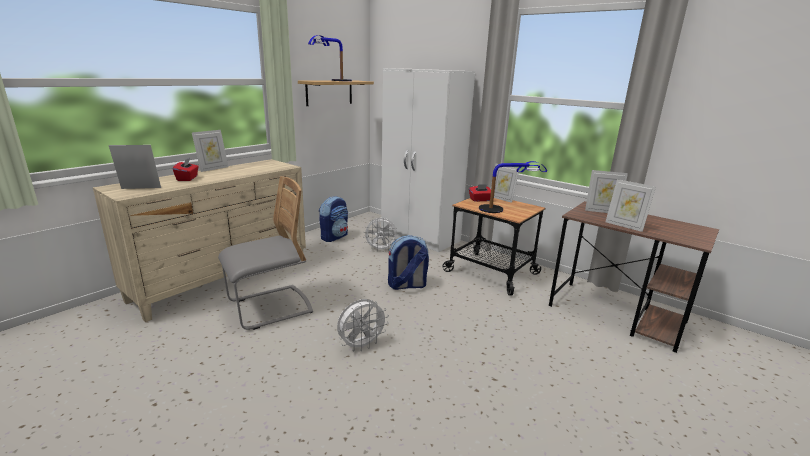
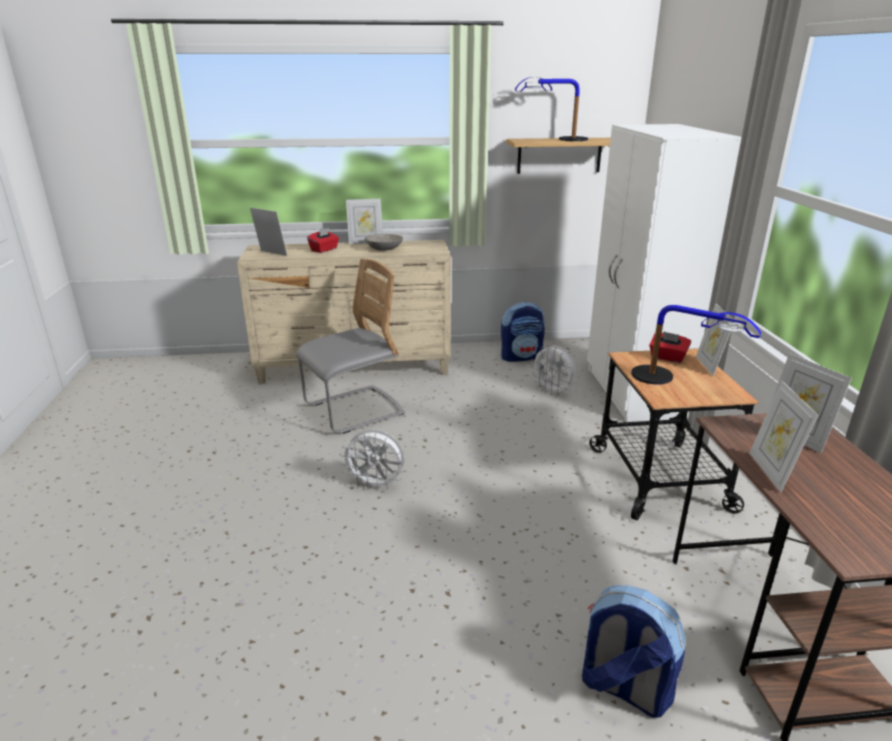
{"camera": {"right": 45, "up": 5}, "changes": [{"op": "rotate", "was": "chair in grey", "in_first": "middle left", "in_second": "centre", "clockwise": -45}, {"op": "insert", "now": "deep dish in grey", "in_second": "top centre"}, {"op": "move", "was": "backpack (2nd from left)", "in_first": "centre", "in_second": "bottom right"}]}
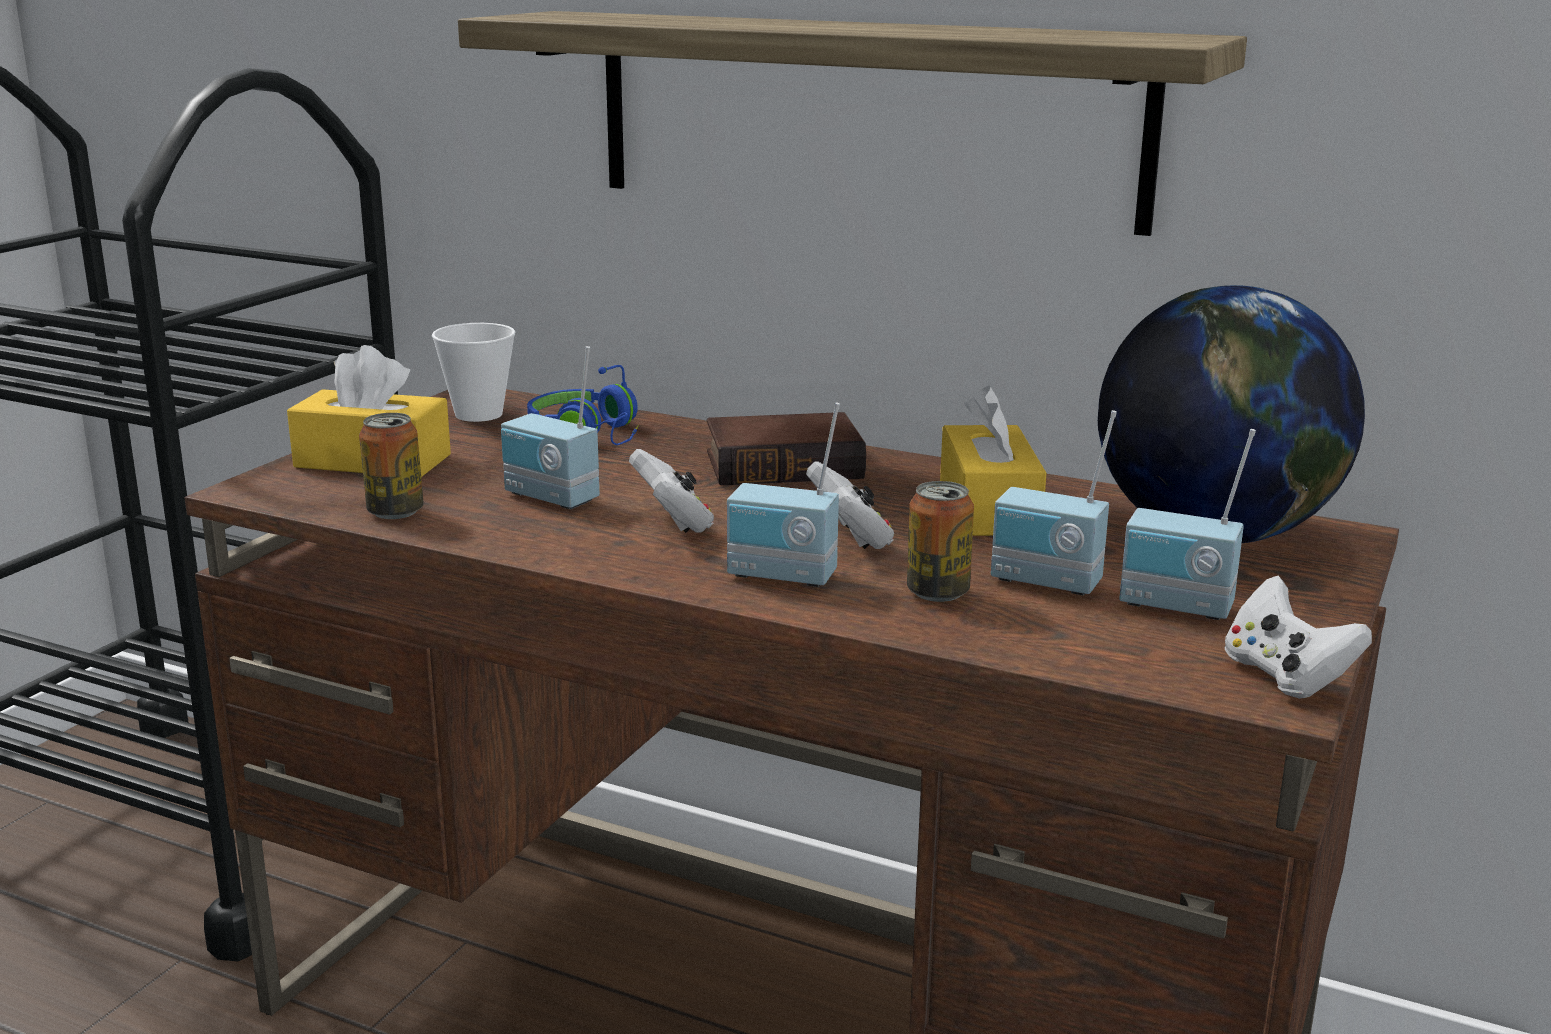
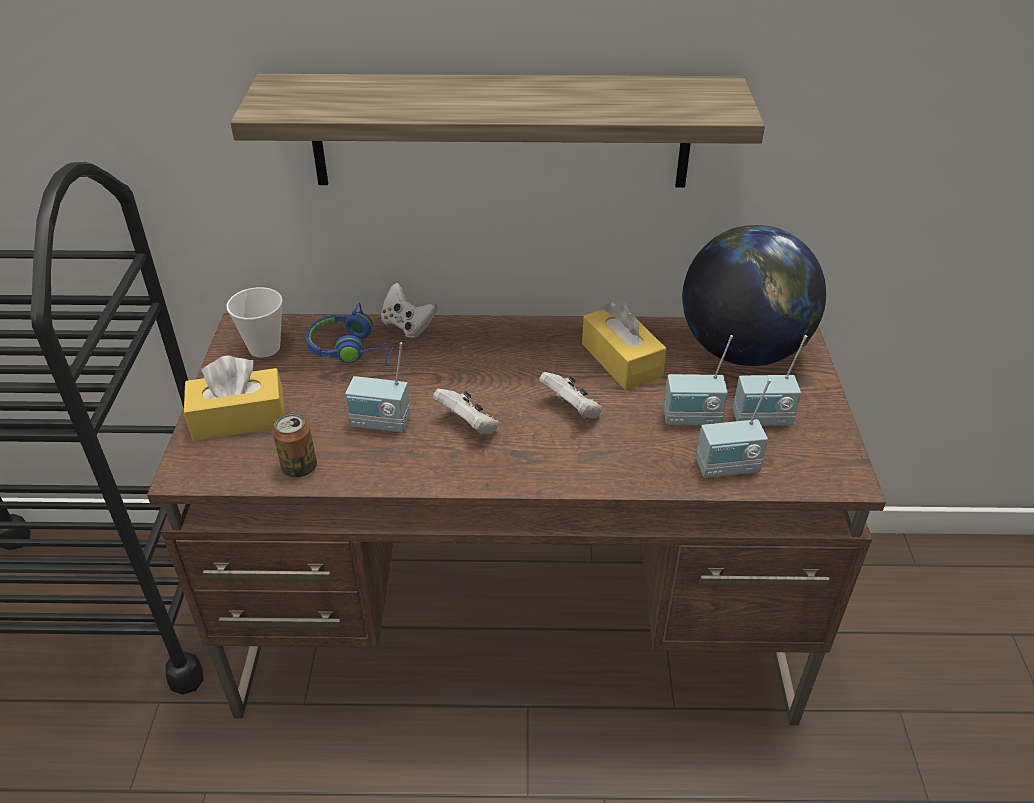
{"camera": {"right": -25, "up": 20}, "changes": [{"op": "move", "was": "joypad in white-coloured (3rd from left in the first image)", "now": "joypad in white-coloured (1st from left)", "in_first": "middle right", "in_second": "centre"}, {"op": "move", "was": "radio (2nd from left in the first image)", "now": "radio (3rd from left)", "in_first": "centre", "in_second": "middle right"}, {"op": "delete", "was": "bound book", "in_first": "centre"}, {"op": "delete", "was": "sealed can (2nd from left)", "in_first": "centre"}]}
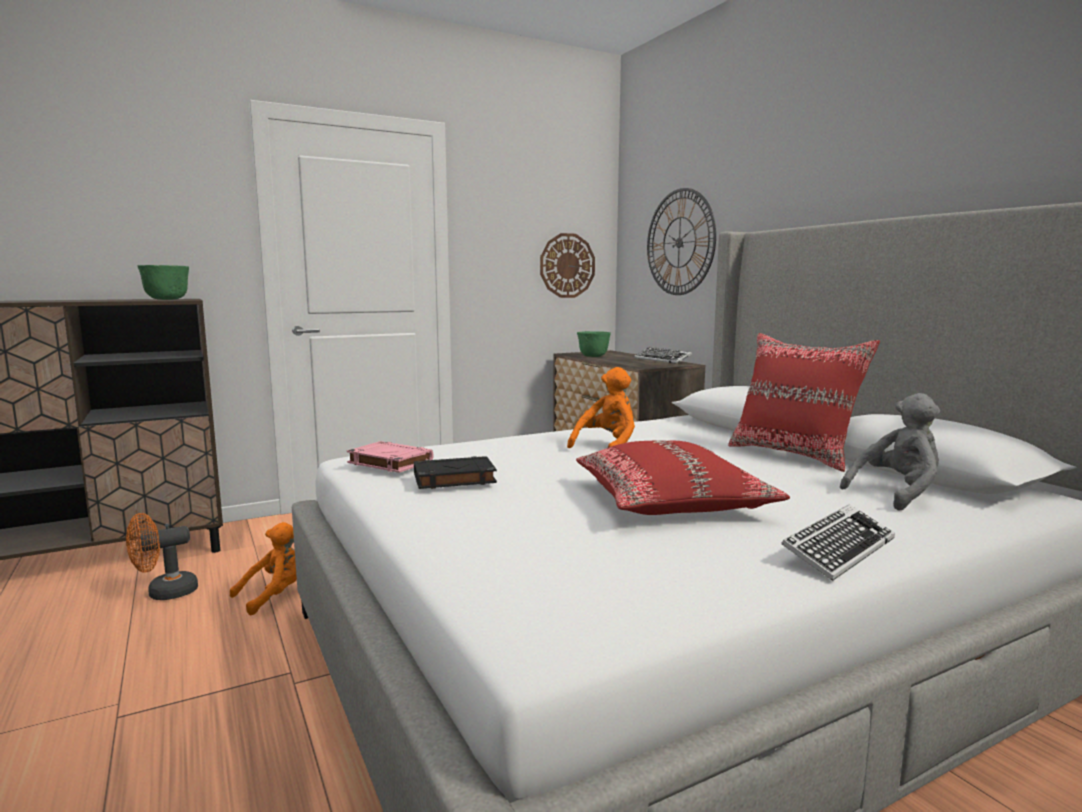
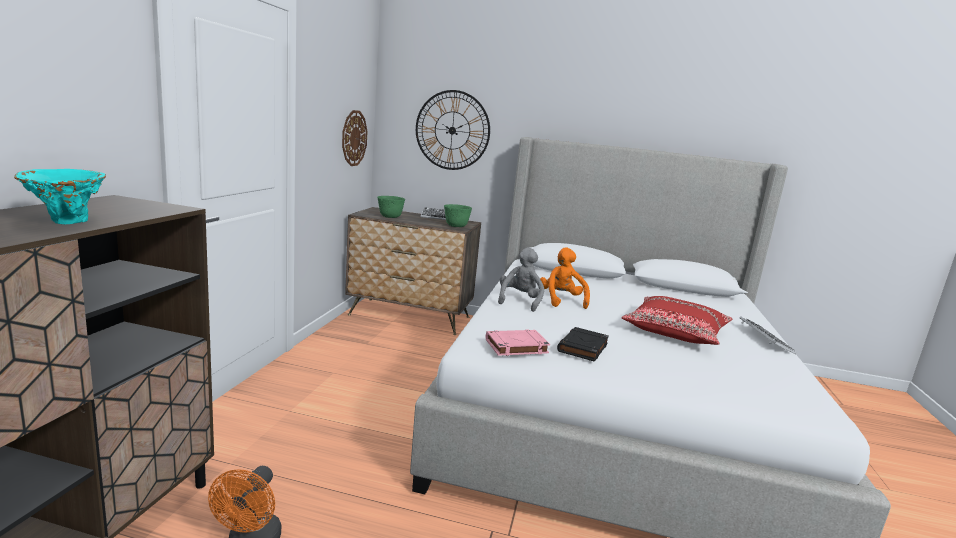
{"camera": {"right": -50, "up": 5}, "changes": [{"op": "insert", "now": "vase in blue-green", "in_second": "middle left"}, {"op": "move", "was": "deep dish in green (1st from left in the first image)", "now": "deep dish in green (2nd from left)", "in_first": "middle left", "in_second": "centre"}, {"op": "move", "was": "plush toy in grey", "in_first": "middle right", "in_second": "centre"}, {"op": "delete", "was": "plush toy in orange-coloured (1st from left)", "in_first": "bottom left"}, {"op": "delete", "was": "cushion in reddish (2nd from left)", "in_first": "middle right"}]}
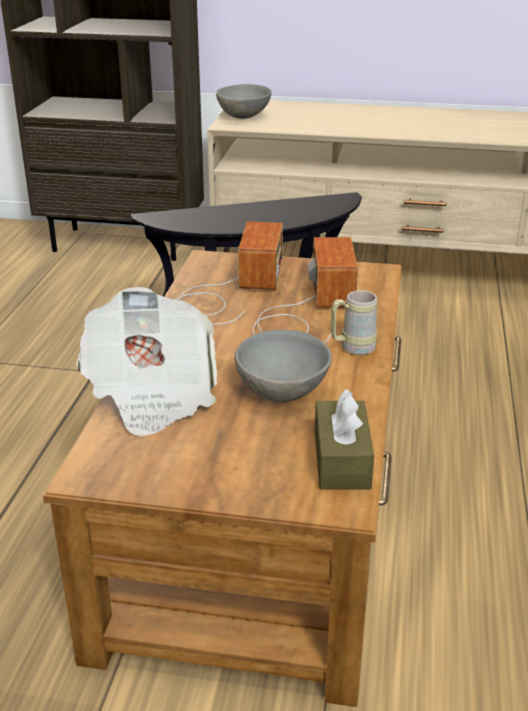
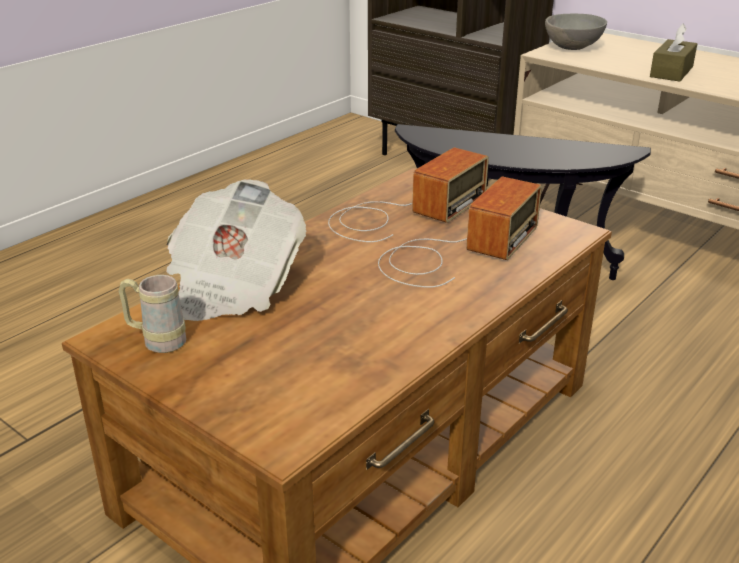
{"camera": {"right": 30, "up": 0}, "changes": [{"op": "move", "was": "coffee mug in sand-coloured", "in_first": "middle right", "in_second": "middle left"}, {"op": "move", "was": "tissue box in brownish", "in_first": "centre", "in_second": "top right"}, {"op": "delete", "was": "deep dish in grey (2nd from left)", "in_first": "centre"}]}
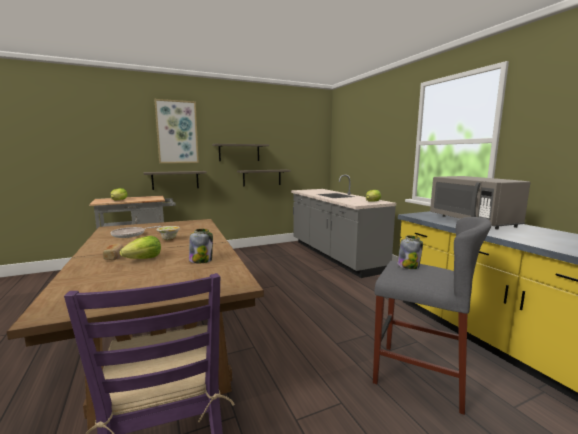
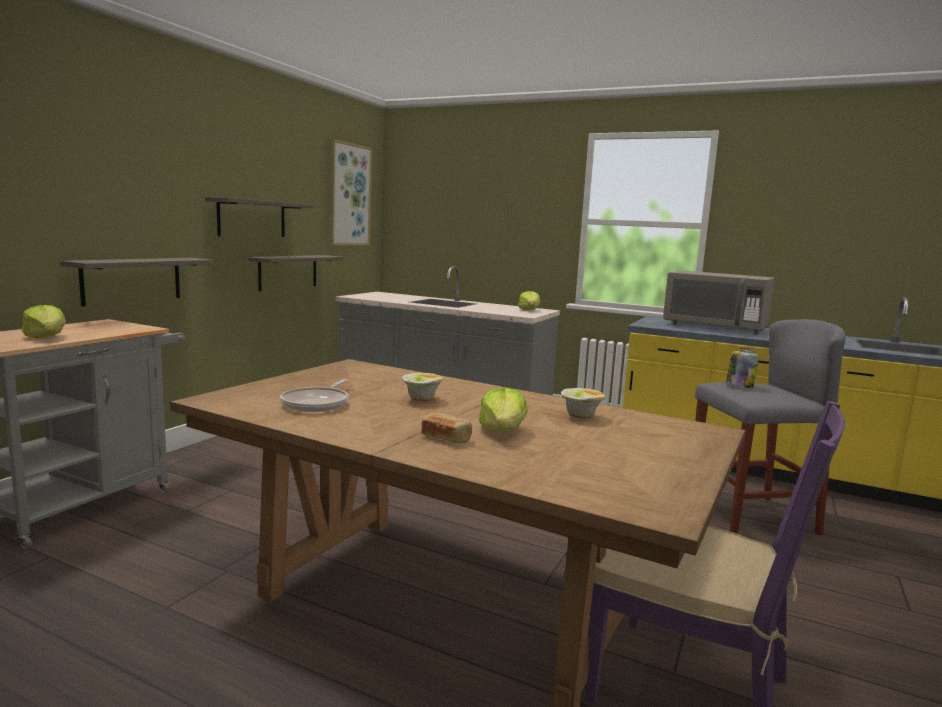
{"camera": {"right": -40, "up": 0}, "changes": [{"op": "move", "was": "picture", "in_first": "top left", "in_second": "top centre"}, {"op": "replace", "was": "storage jar (1st from left)", "now": "deep dish (2nd from left)", "in_first": "centre", "in_second": "centre"}]}
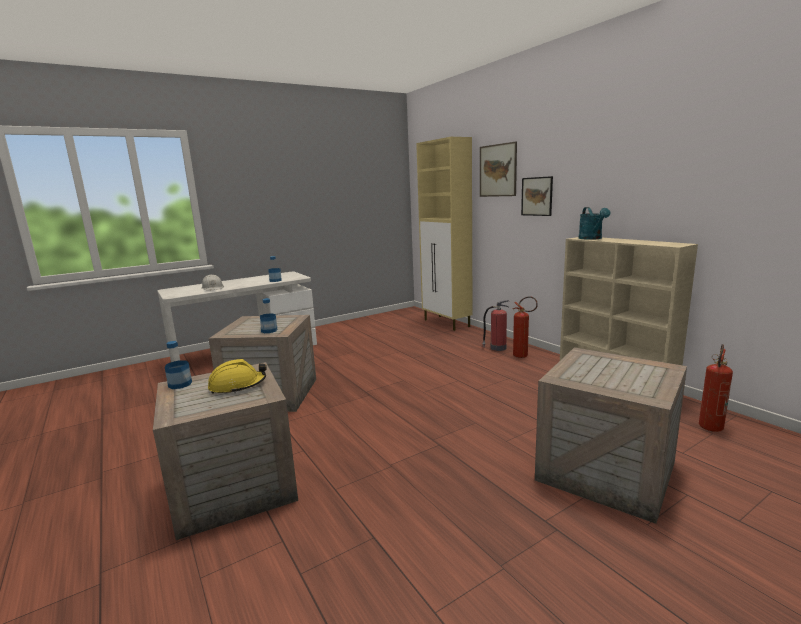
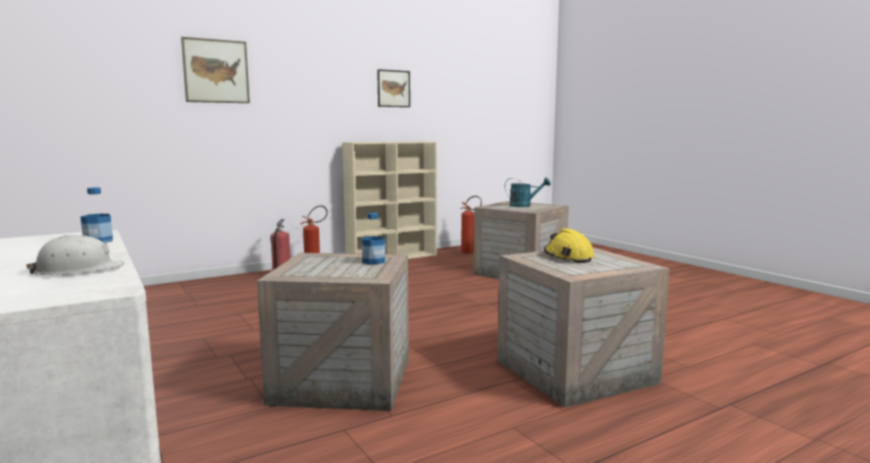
{"camera": {"right": -90, "up": -5}, "changes": [{"op": "move", "was": "picture (2nd from left)", "in_first": "top right", "in_second": "top centre"}, {"op": "move", "was": "watering can in blue-green", "in_first": "middle right", "in_second": "centre"}, {"op": "delete", "was": "beverage bottle (1st from left)", "in_first": "middle left"}, {"op": "delete", "was": "cupboard in sand-coloured", "in_first": "centre"}]}
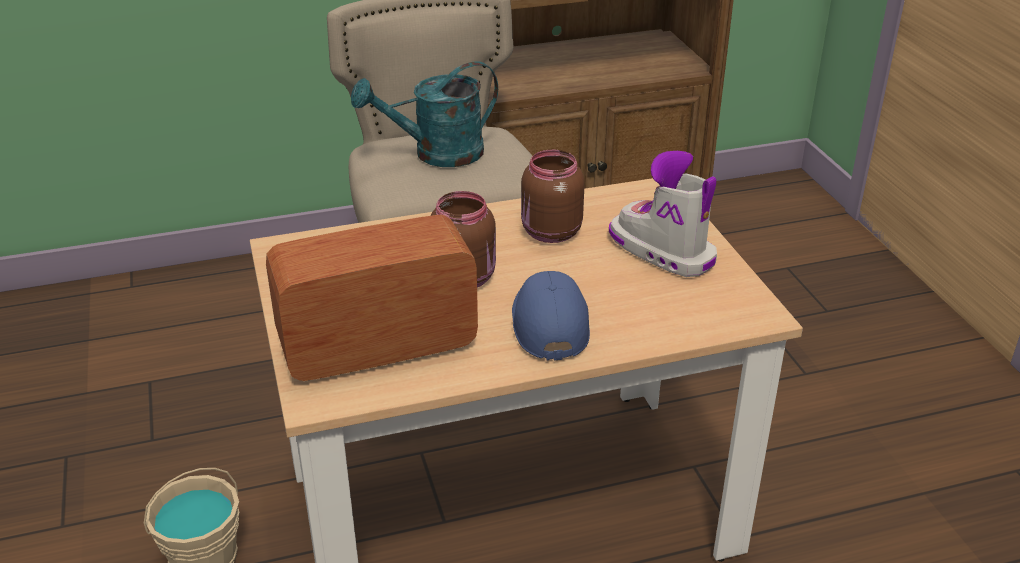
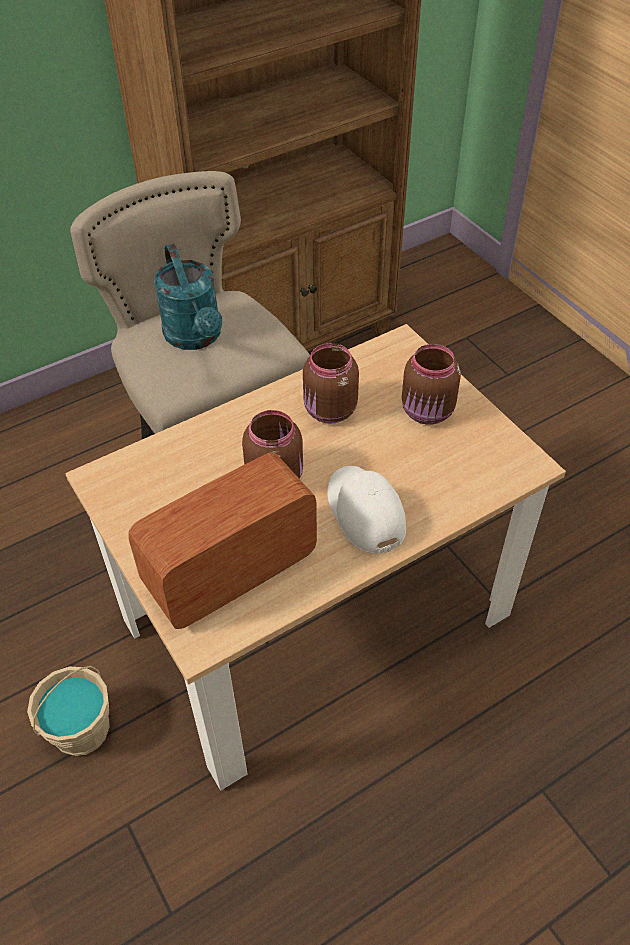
{"camera": {"right": -15, "up": 15}, "changes": [{"op": "rotate", "was": "watering can in blue-green", "in_first": "top centre", "in_second": "top left", "clockwise": -75}, {"op": "recolor", "was": "cap in bluish", "now": "cap in white-coloured", "in_first": "centre", "in_second": "centre"}, {"op": "replace", "was": "tall boot", "now": "storage jar in brownish (3rd from left)", "in_first": "centre", "in_second": "middle right"}]}
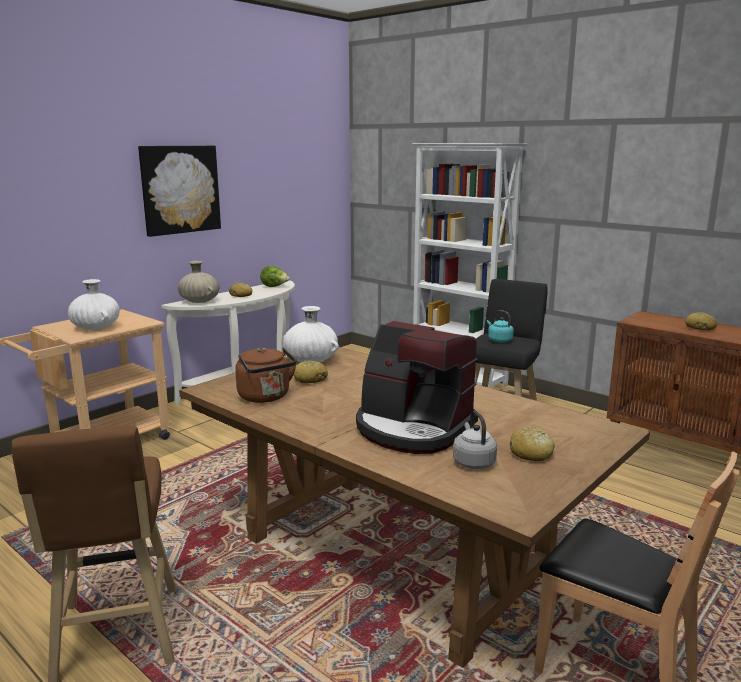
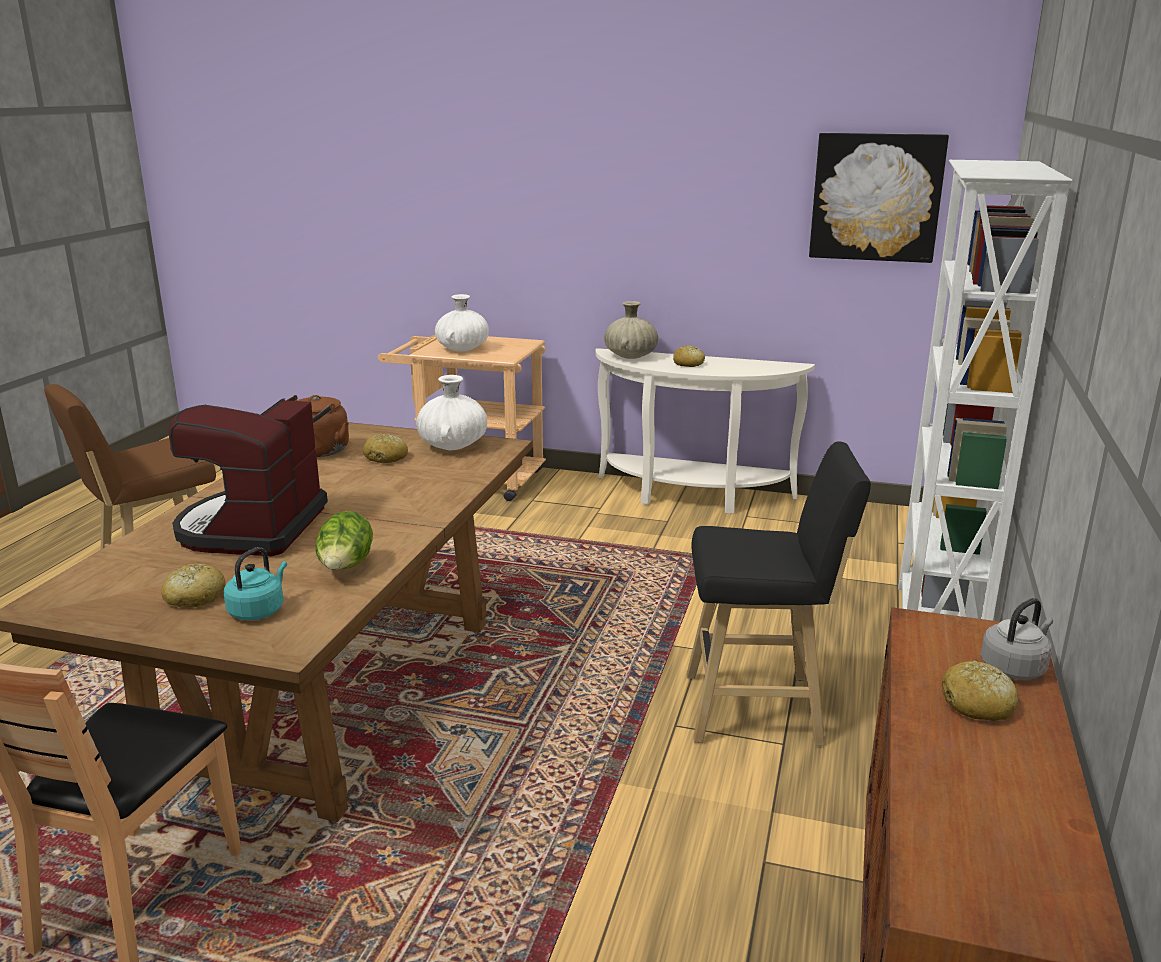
{"camera": {"right": 65, "up": 5}, "changes": [{"op": "move", "was": "water kettle in blue-green", "in_first": "middle right", "in_second": "middle left"}, {"op": "move", "was": "head of lettuce", "in_first": "centre", "in_second": "middle left"}, {"op": "move", "was": "picture", "in_first": "top left", "in_second": "top right"}, {"op": "move", "was": "water kettle in grey", "in_first": "centre", "in_second": "middle right"}]}
